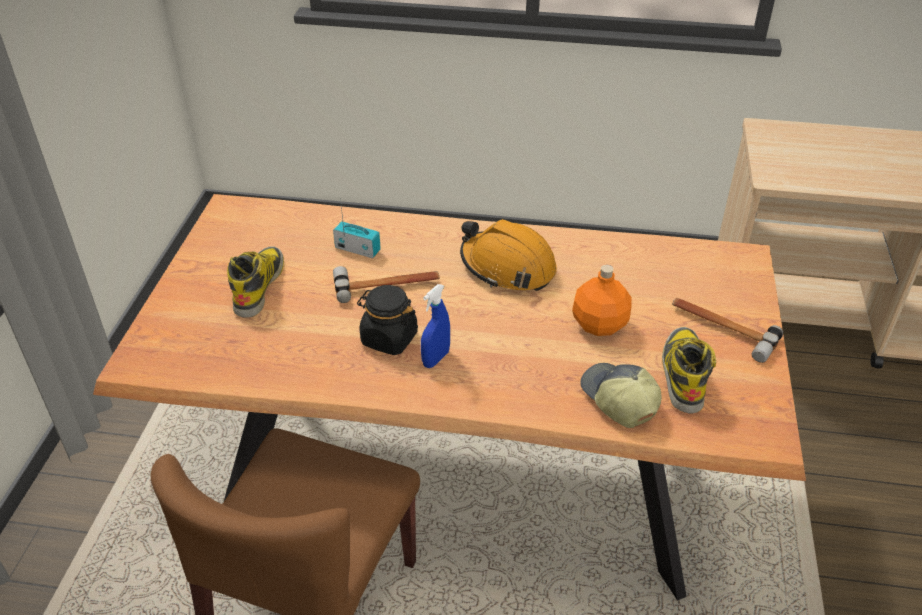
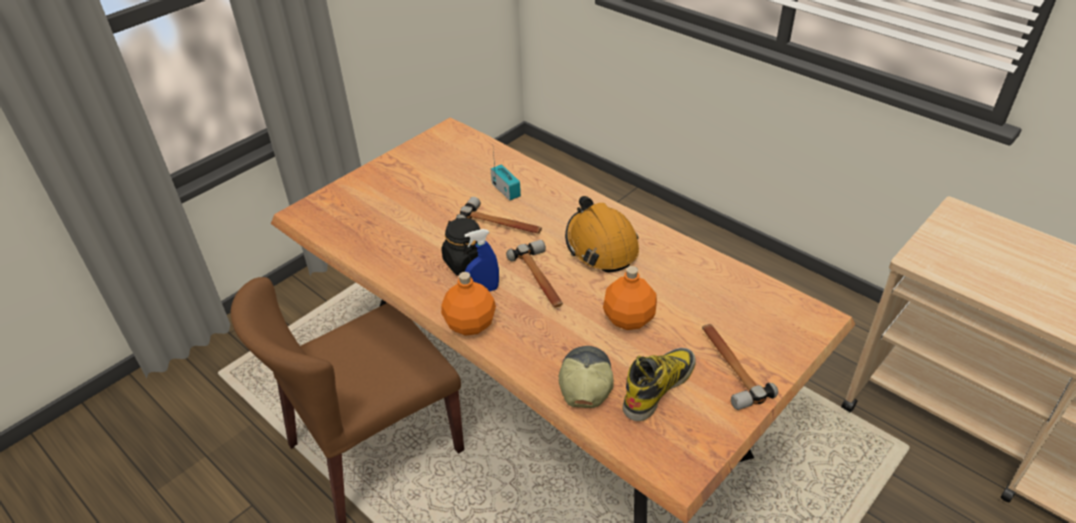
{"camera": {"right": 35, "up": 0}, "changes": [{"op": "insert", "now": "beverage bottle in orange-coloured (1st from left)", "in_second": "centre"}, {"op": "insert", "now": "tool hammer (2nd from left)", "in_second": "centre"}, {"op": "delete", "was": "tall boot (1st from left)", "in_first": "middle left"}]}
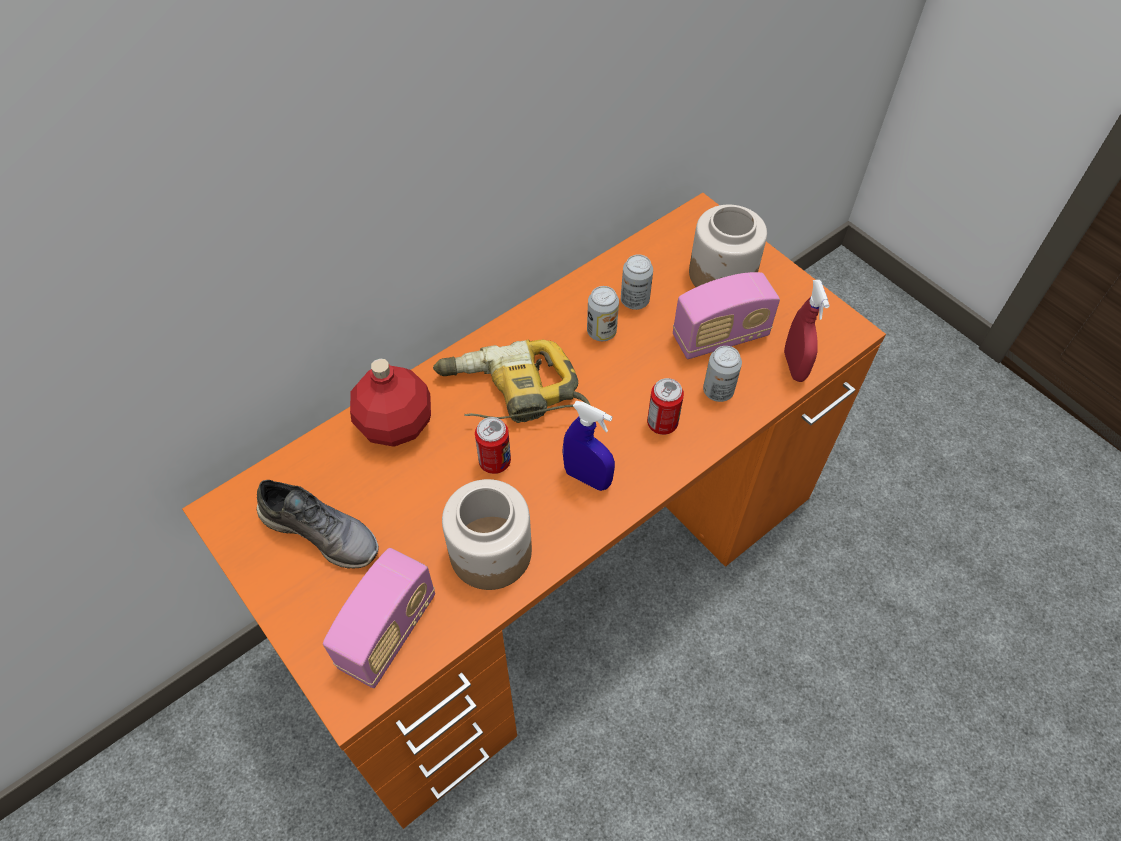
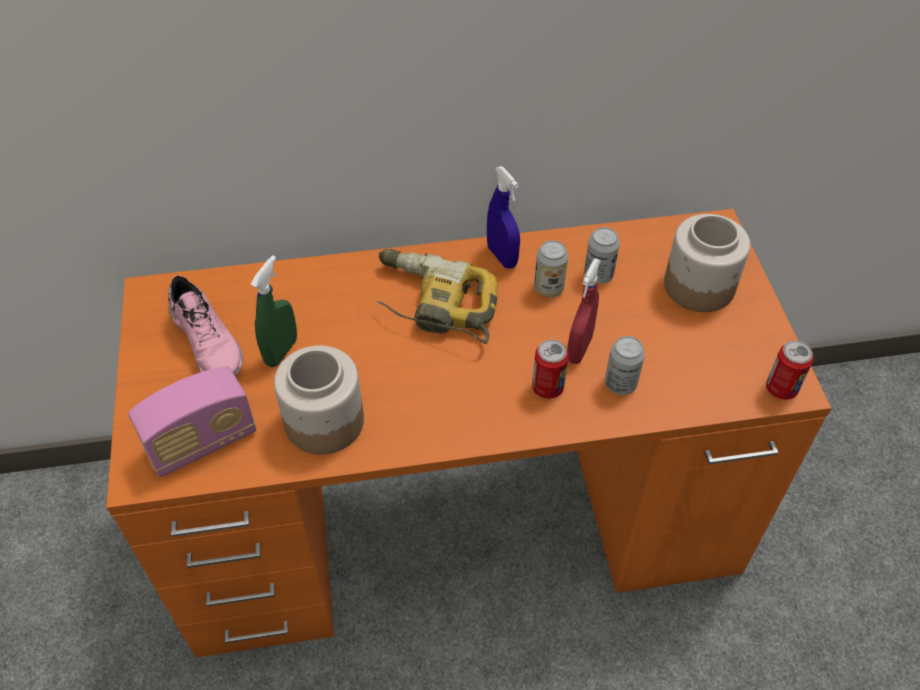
{"camera": {"right": 30, "up": -5}, "changes": [{"op": "recolor", "was": "shoe in grey", "now": "shoe in pink", "in_first": "middle left", "in_second": "middle left"}, {"op": "insert", "now": "hand sprayer in green", "in_second": "middle left"}, {"op": "move", "was": "hand sprayer in bluish", "in_first": "centre", "in_second": "top centre"}, {"op": "move", "was": "hand sprayer in reddish", "in_first": "middle right", "in_second": "centre"}, {"op": "move", "was": "sealed can (1st from left in the first image)", "now": "sealed can (5th from left)", "in_first": "centre", "in_second": "middle right"}, {"op": "delete", "was": "beverage bottle in reddish", "in_first": "centre"}, {"op": "delete", "was": "radio (2nd from left)", "in_first": "centre"}]}
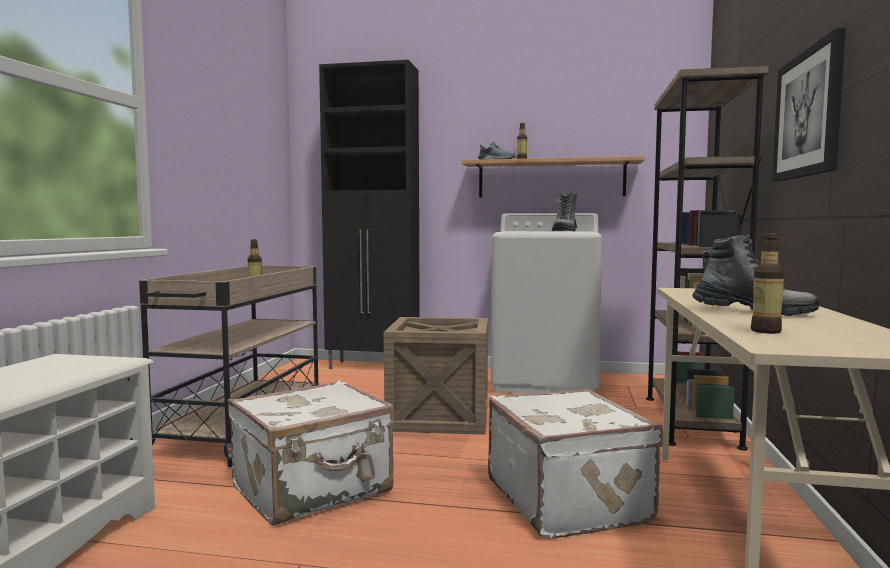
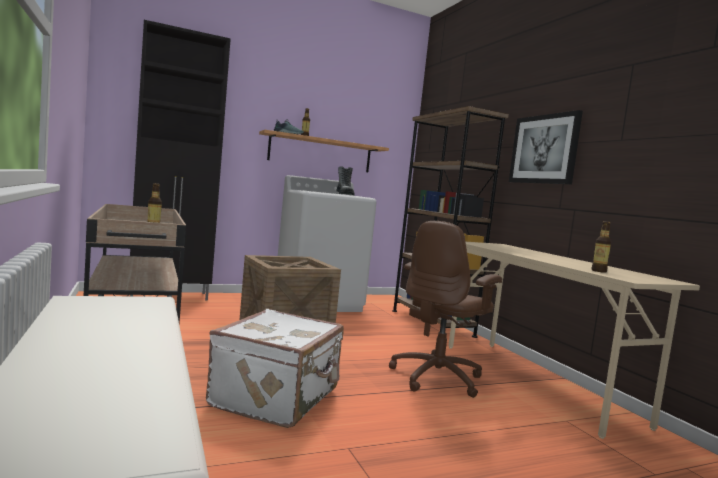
{"camera": {"right": -35, "up": 0}, "changes": [{"op": "replace", "was": "piece of luggage in white-coloured (2nd from left)", "now": "desk chair in brownish", "in_first": "bottom centre", "in_second": "centre"}, {"op": "delete", "was": "tall boot (2nd from left)", "in_first": "middle right"}]}
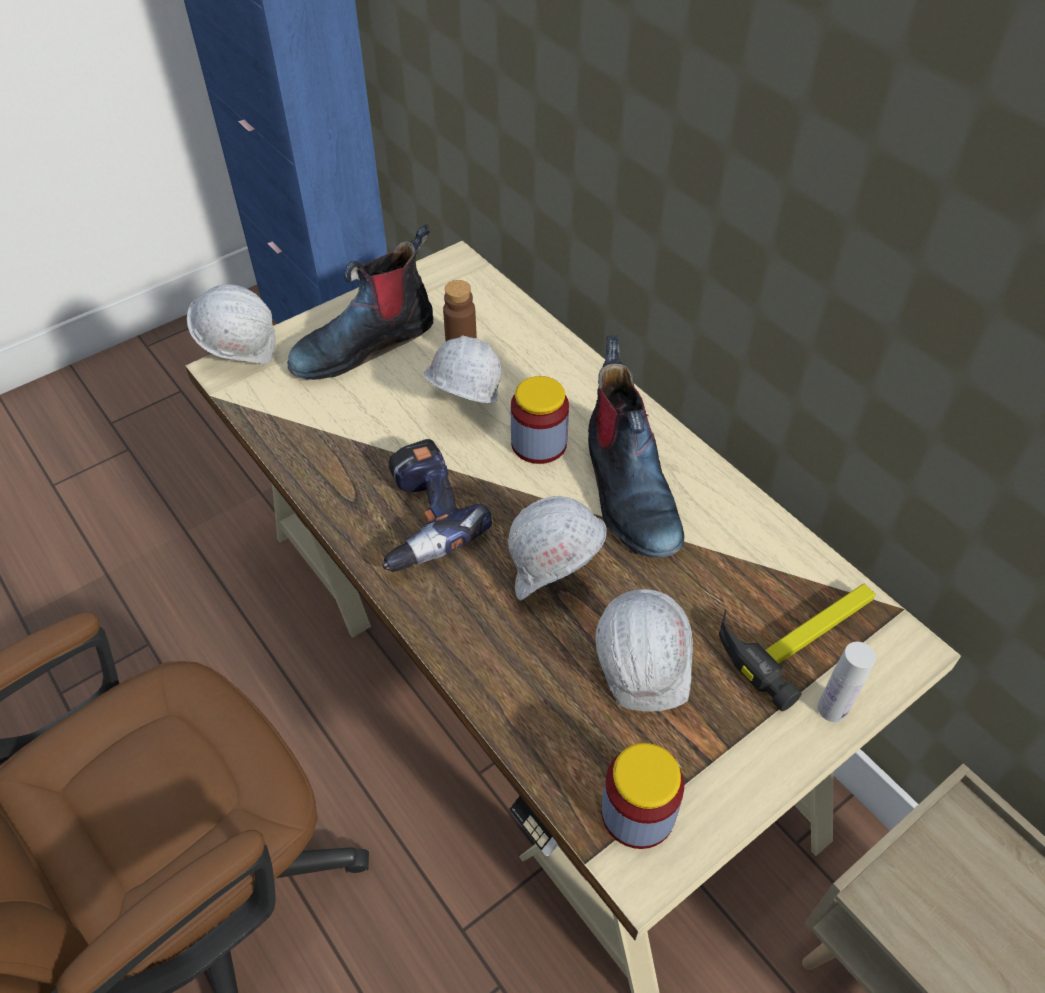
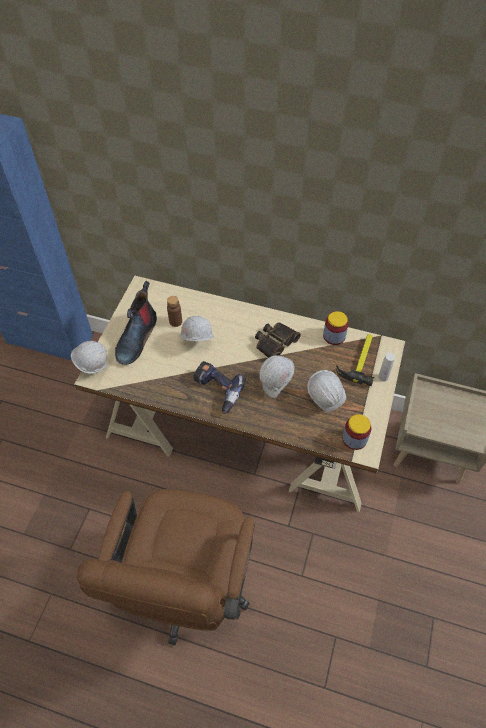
{"camera": {"right": -35, "up": 5}, "changes": [{"op": "replace", "was": "tall boot (2nd from left)", "now": "field glasses", "in_first": "centre", "in_second": "centre"}, {"op": "move", "was": "storage jar (1st from left)", "in_first": "centre", "in_second": "middle right"}]}
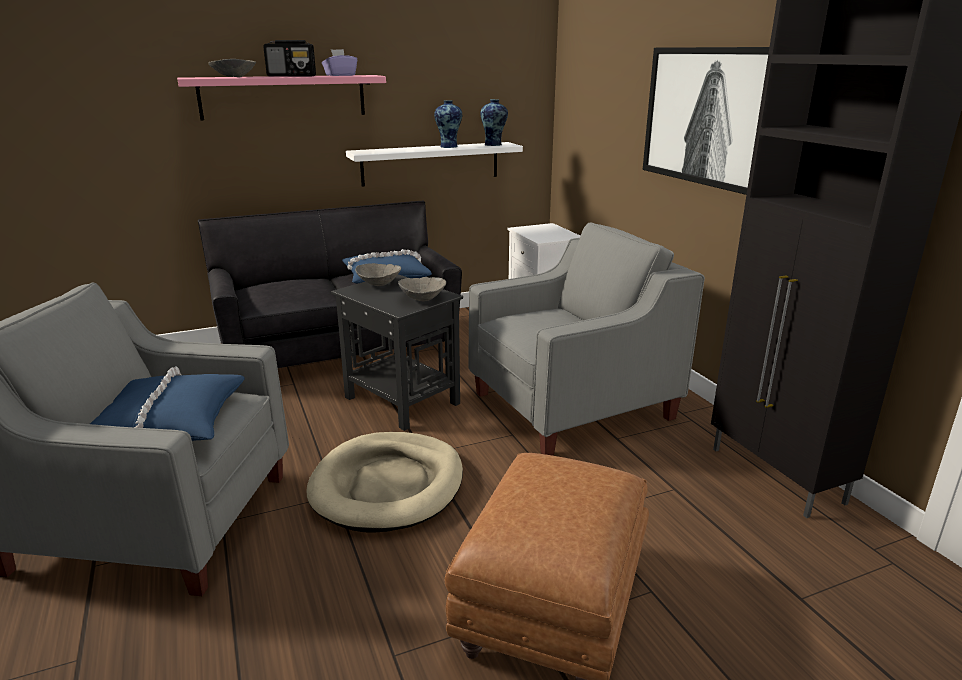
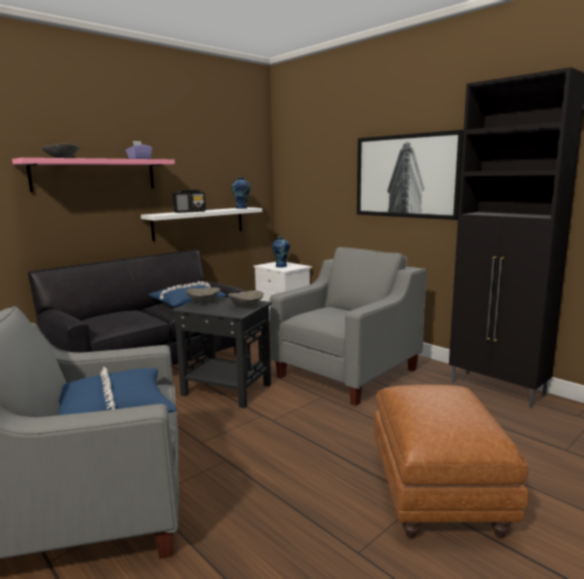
{"camera": {"right": -20, "up": -10}, "changes": [{"op": "move", "was": "radio", "in_first": "top left", "in_second": "middle left"}, {"op": "move", "was": "vase (1st from left in the first image)", "now": "vase (2nd from left)", "in_first": "top centre", "in_second": "centre"}, {"op": "delete", "was": "dog cushion in sand-coloured", "in_first": "bottom centre"}]}
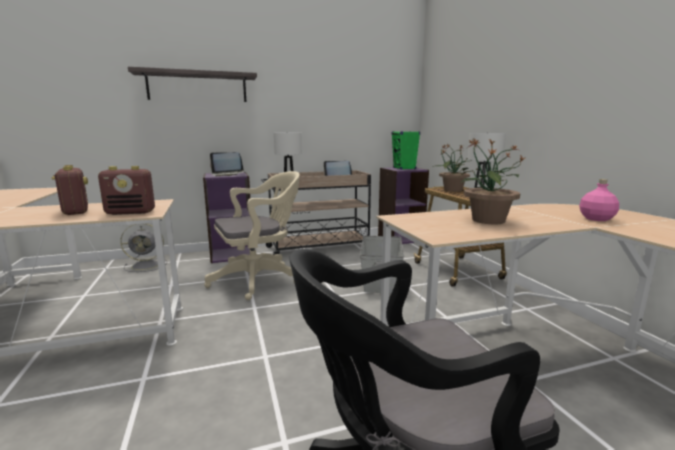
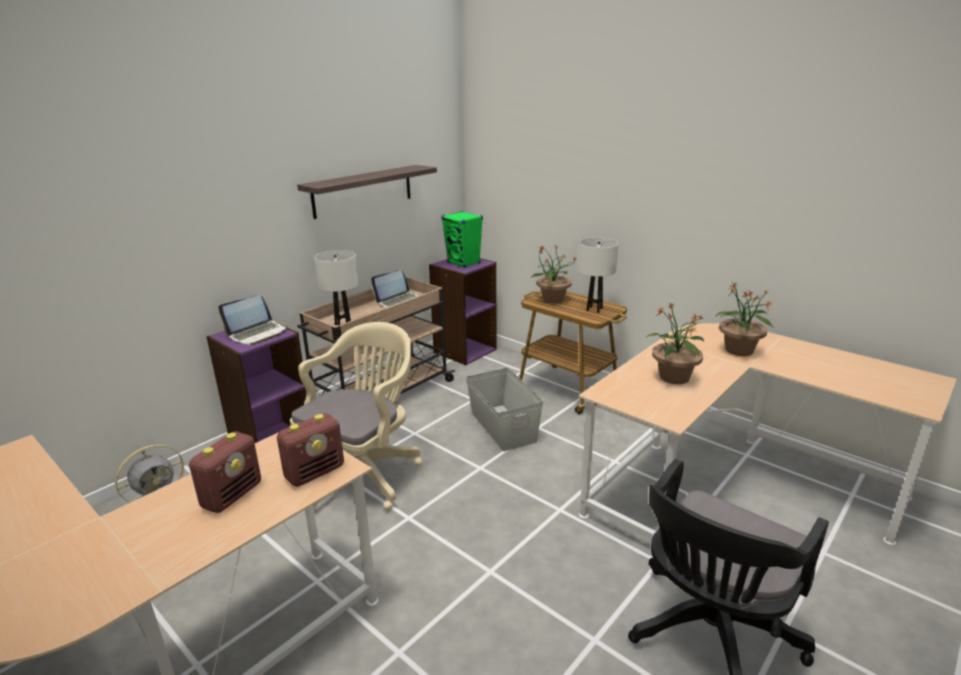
{"camera": {"right": -30, "up": 10}, "changes": [{"op": "rotate", "was": "radio (1st from left)", "in_first": "middle left", "in_second": "bottom left", "clockwise": 90}, {"op": "move", "was": "bracket shelf", "in_first": "top left", "in_second": "top centre"}, {"op": "replace", "was": "beverage bottle in pink", "now": "plant in a pot (3rd from left)", "in_first": "middle right", "in_second": "middle right"}]}
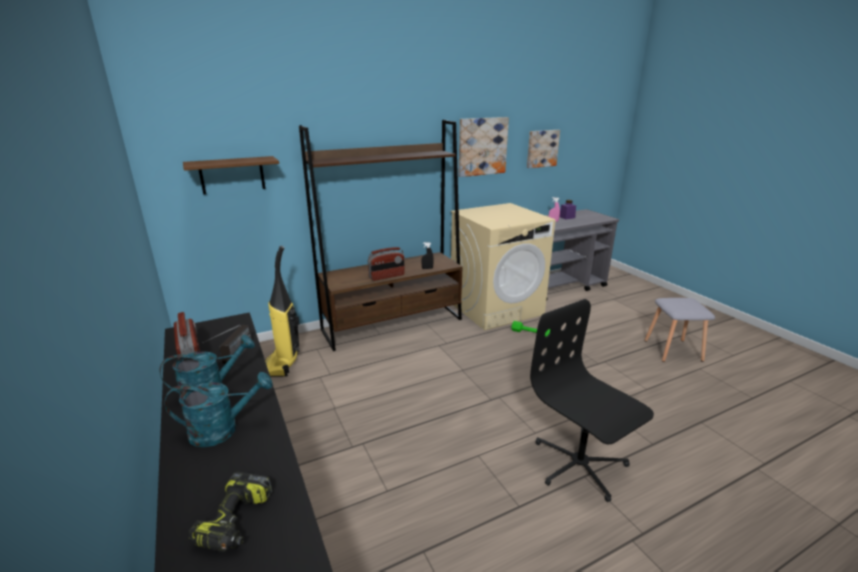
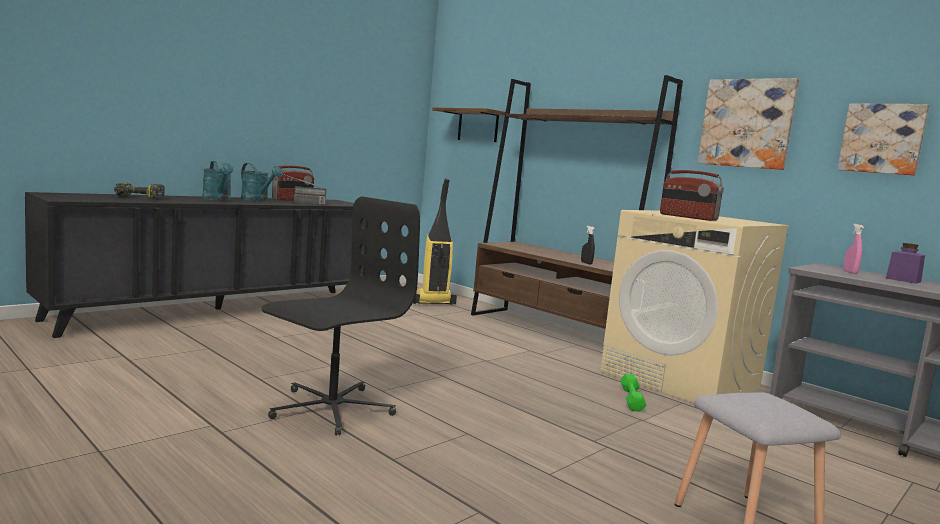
{"camera": {"right": 70, "up": -15}, "changes": [{"op": "move", "was": "radio (3rd from left)", "in_first": "centre", "in_second": "middle right"}]}
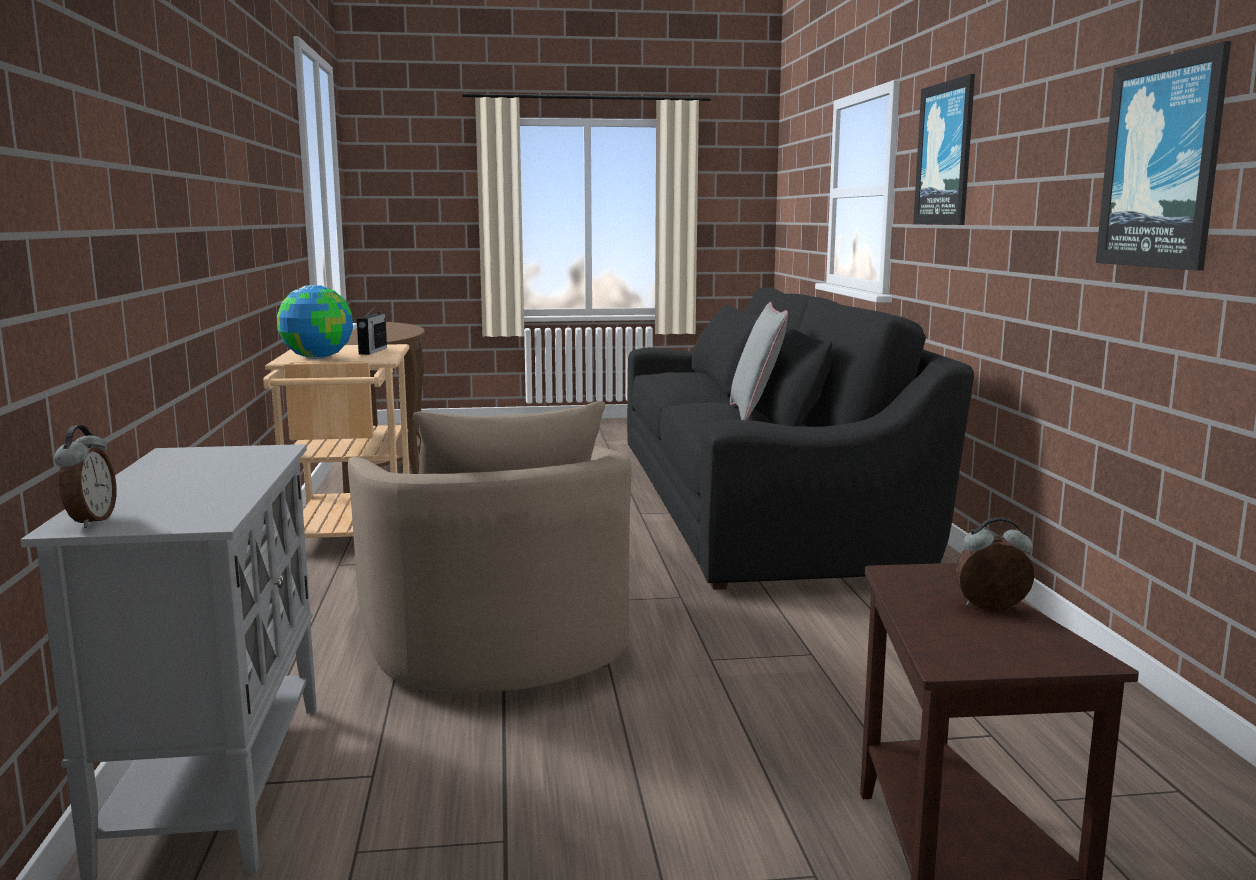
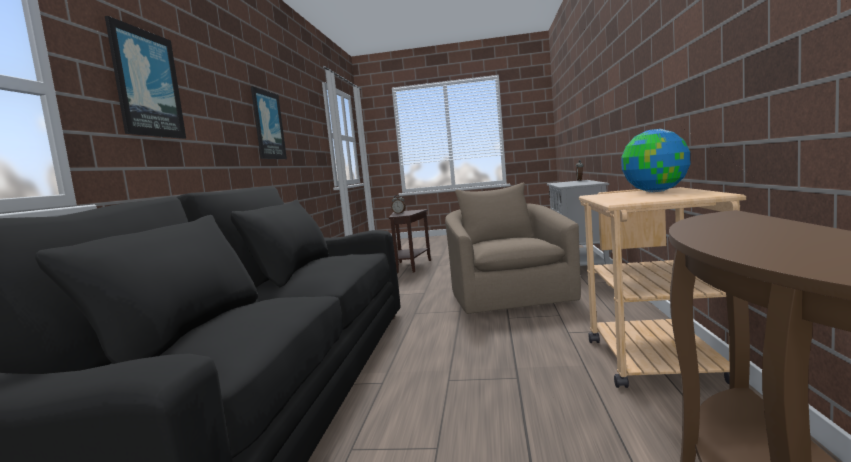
{"camera": {"right": -165, "up": -5}, "changes": [{"op": "delete", "was": "radio", "in_first": "middle left"}, {"op": "delete", "was": "cushion in grey", "in_first": "centre"}]}
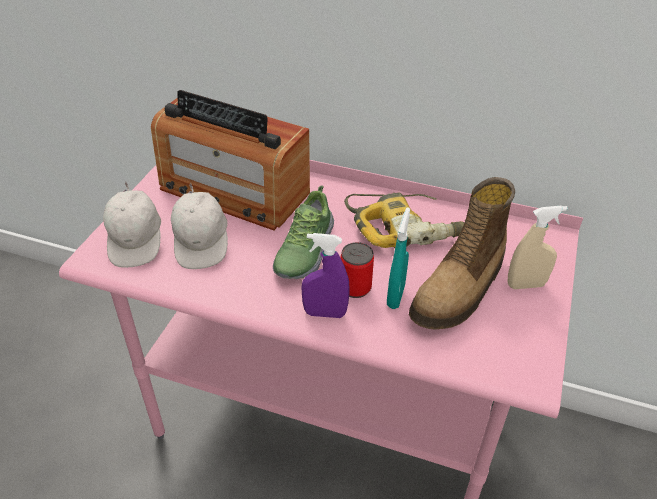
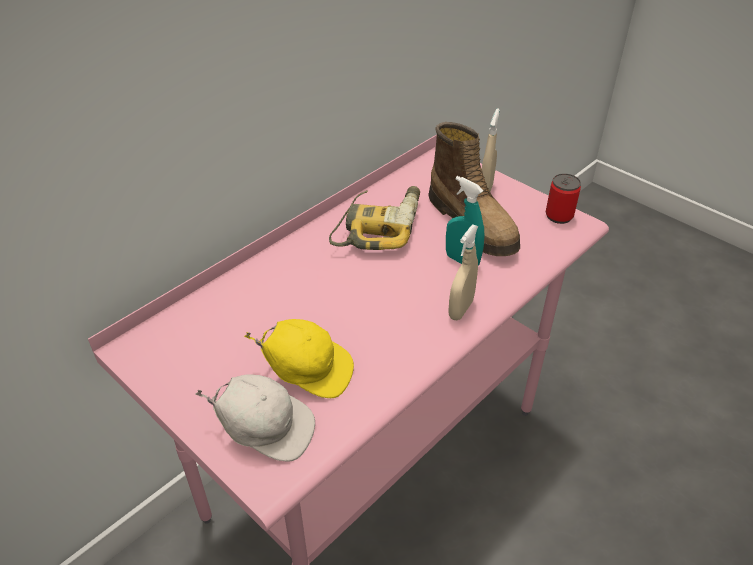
{"camera": {"right": -65, "up": 0}, "changes": [{"op": "recolor", "was": "cap in white-coloured (2nd from left)", "now": "cap in yellow-coloured", "in_first": "middle left", "in_second": "centre"}, {"op": "recolor", "was": "hand sprayer in purple", "now": "hand sprayer in sand-coloured (1st from left)", "in_first": "centre", "in_second": "centre"}, {"op": "move", "was": "sealed can", "in_first": "centre", "in_second": "middle right"}, {"op": "delete", "was": "radio", "in_first": "top centre"}, {"op": "delete", "was": "shoe", "in_first": "centre"}]}
